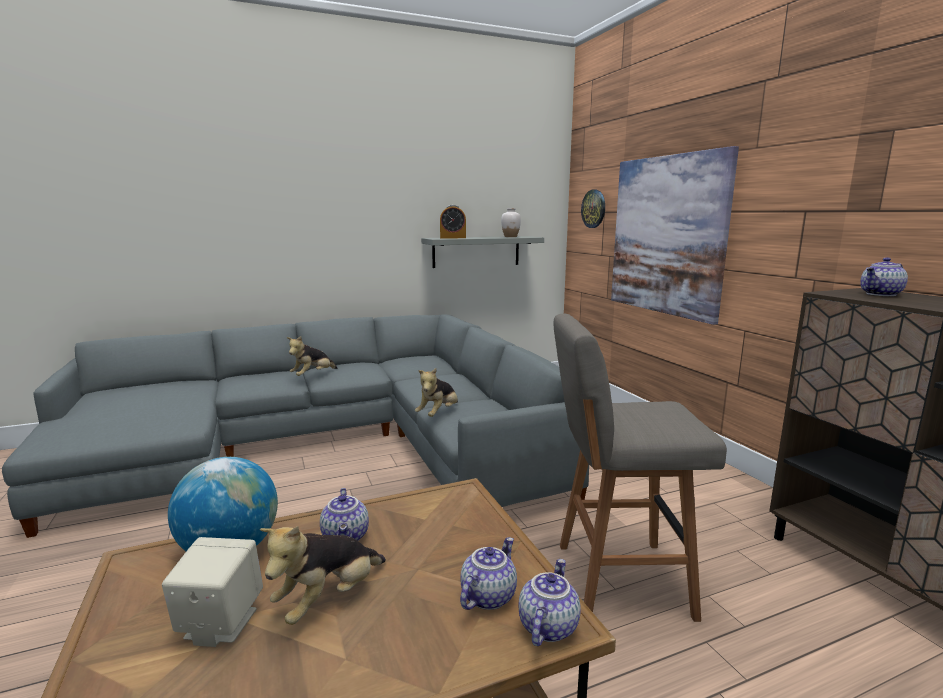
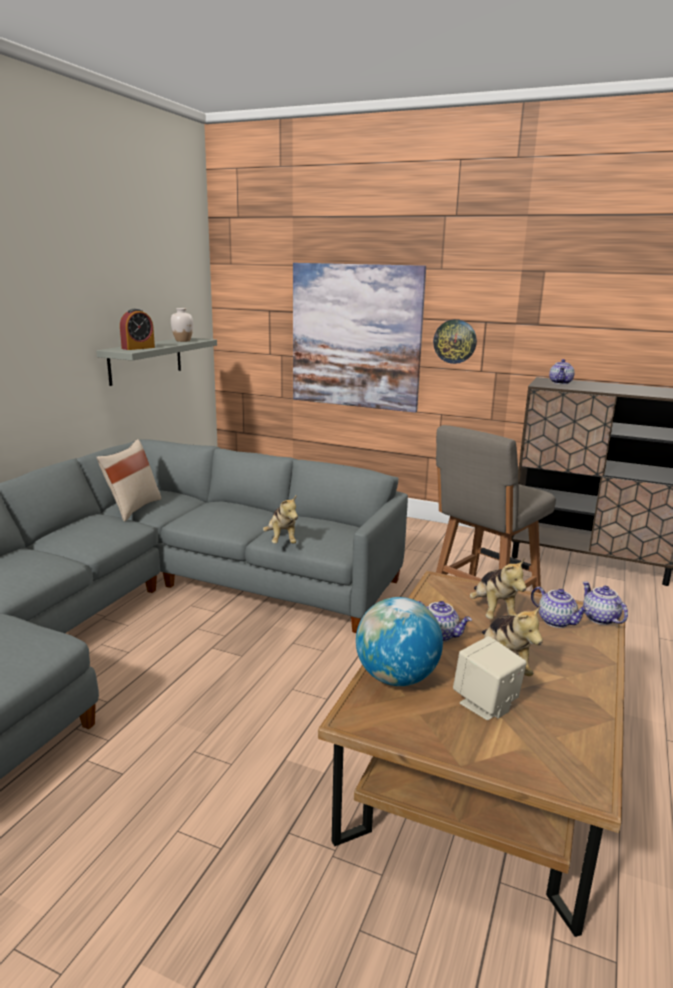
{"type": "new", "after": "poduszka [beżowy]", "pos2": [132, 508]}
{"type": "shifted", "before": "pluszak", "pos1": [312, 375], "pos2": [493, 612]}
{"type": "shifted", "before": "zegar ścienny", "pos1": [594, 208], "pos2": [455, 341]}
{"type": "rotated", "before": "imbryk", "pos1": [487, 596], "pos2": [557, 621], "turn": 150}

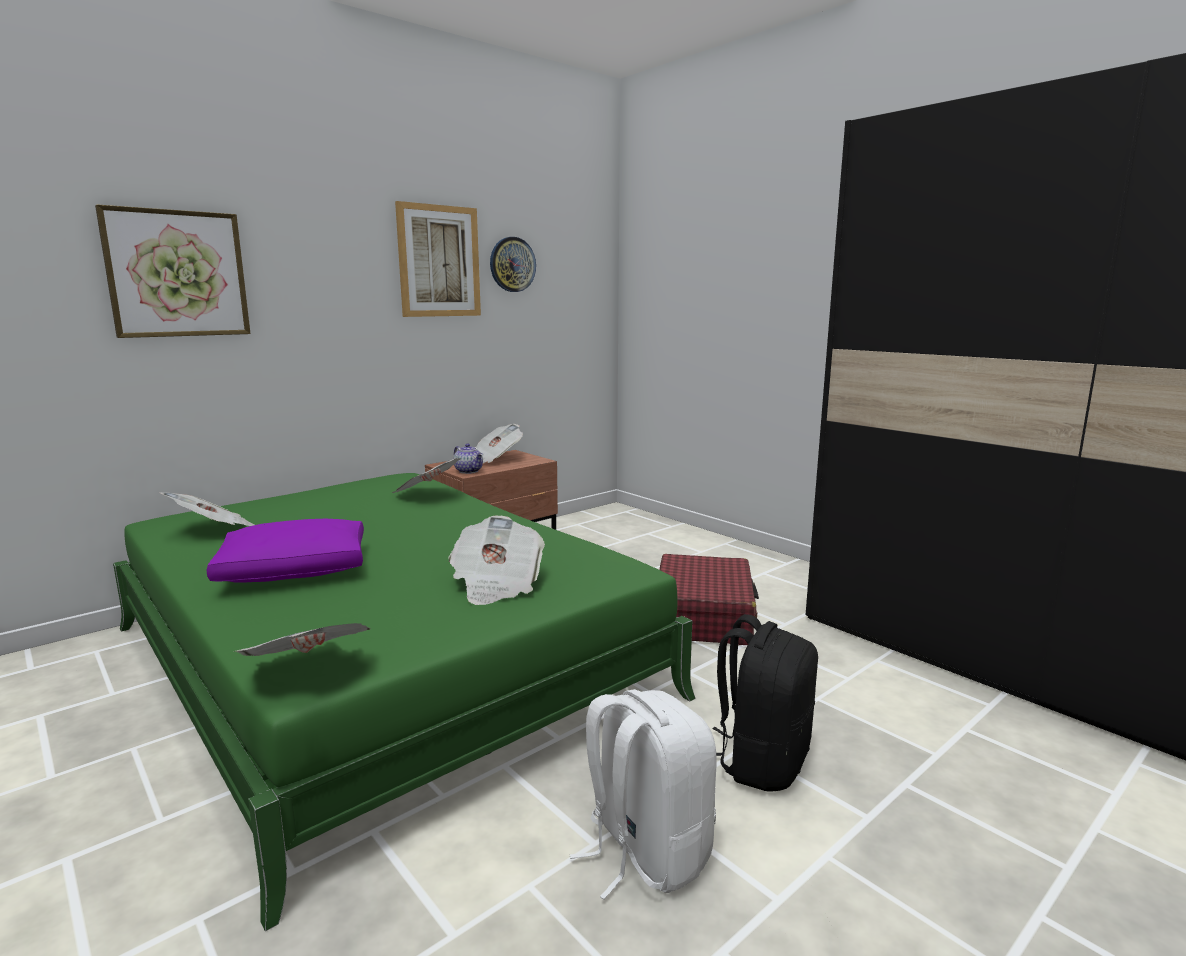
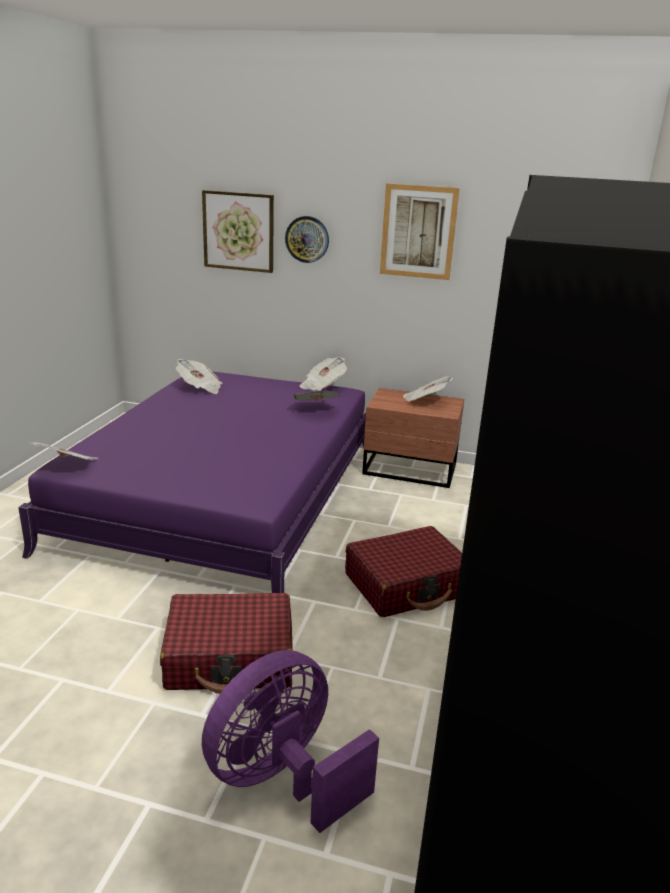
{"type": "gone", "before": "poduszka [fioletowy]", "pos1": [296, 570]}
{"type": "gone", "before": "imbryk", "pos1": [469, 471]}
{"type": "gone", "before": "plecak [biały]", "pos1": [644, 852]}
{"type": "new", "after": "wentylator [fioletowy]", "pos2": [282, 778]}
{"type": "shifted", "before": "gazeta", "pos1": [496, 584], "pos2": [322, 386]}
{"type": "shifted", "before": "zegar ścienny", "pos1": [512, 264], "pos2": [307, 239]}
{"type": "swapped", "before": "plecak [czarny]", "after": "walizka [czerwony]", "pos1": [761, 761], "pos2": [230, 657]}
{"type": "repainted", "before": "łóżko [zielony]", "after": "łóżko [fioletowy]", "pos1": [380, 660], "pos2": [225, 496]}

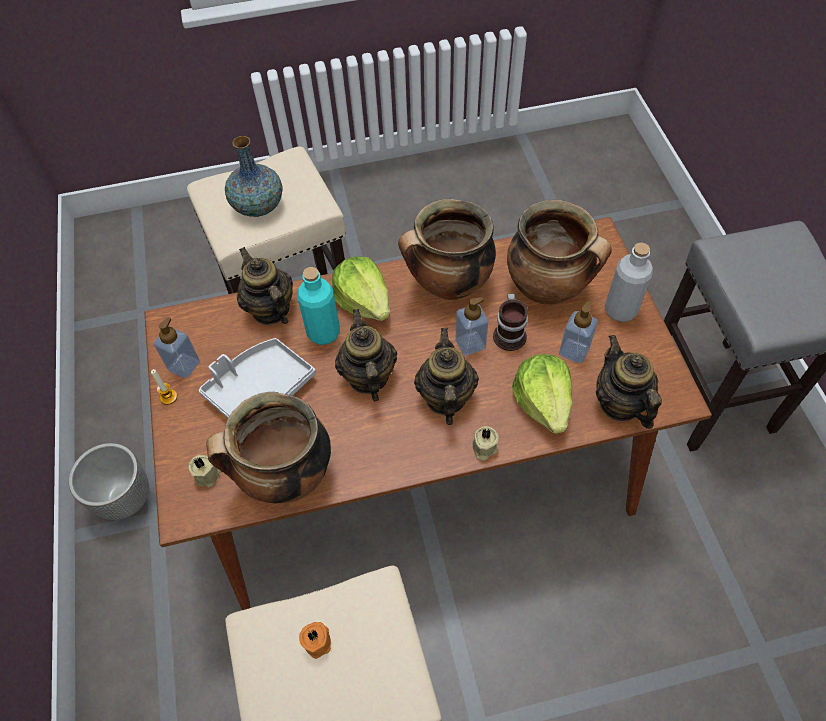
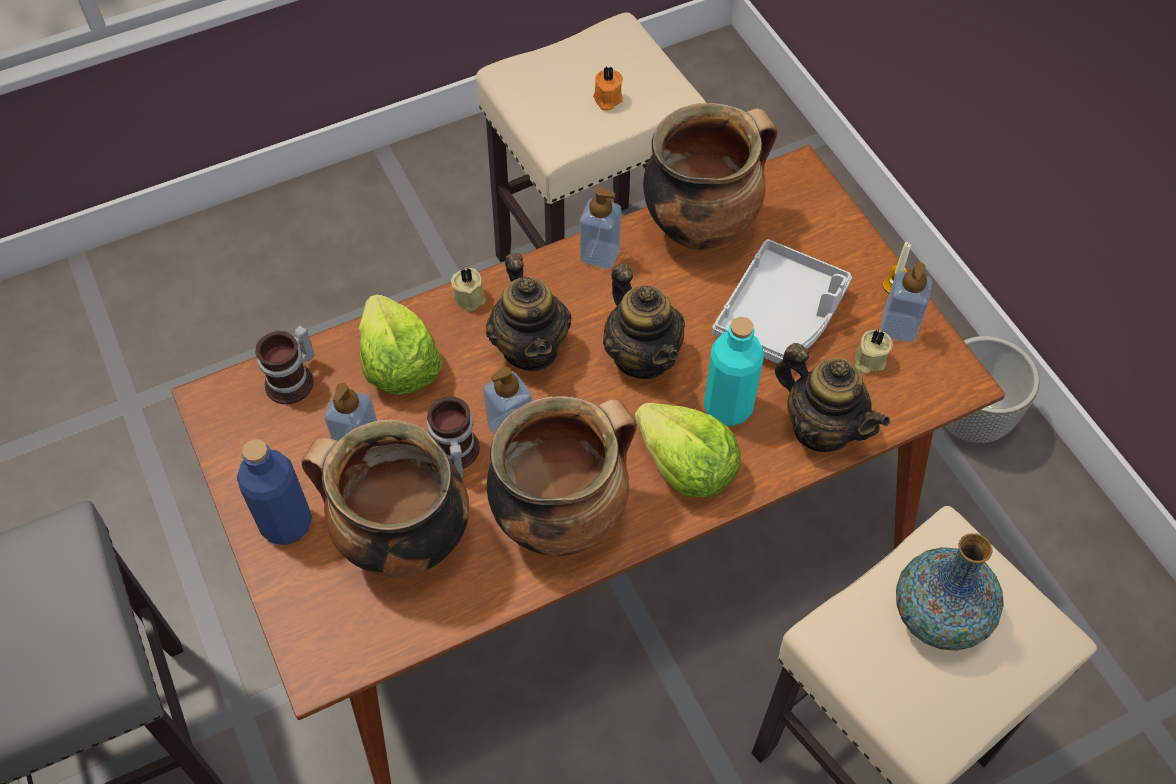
{"type": "new", "after": "dozownik mydła", "pos2": [600, 255]}
{"type": "shifted", "before": "świeca [beżowy]", "pos1": [208, 475], "pos2": [868, 360]}
{"type": "swapped", "before": "imbryk", "after": "kubek", "pos1": [620, 403], "pos2": [294, 381]}
{"type": "repainted", "before": "butelka [szary]", "after": "butelka [niebieski]", "pos1": [620, 310], "pos2": [286, 523]}

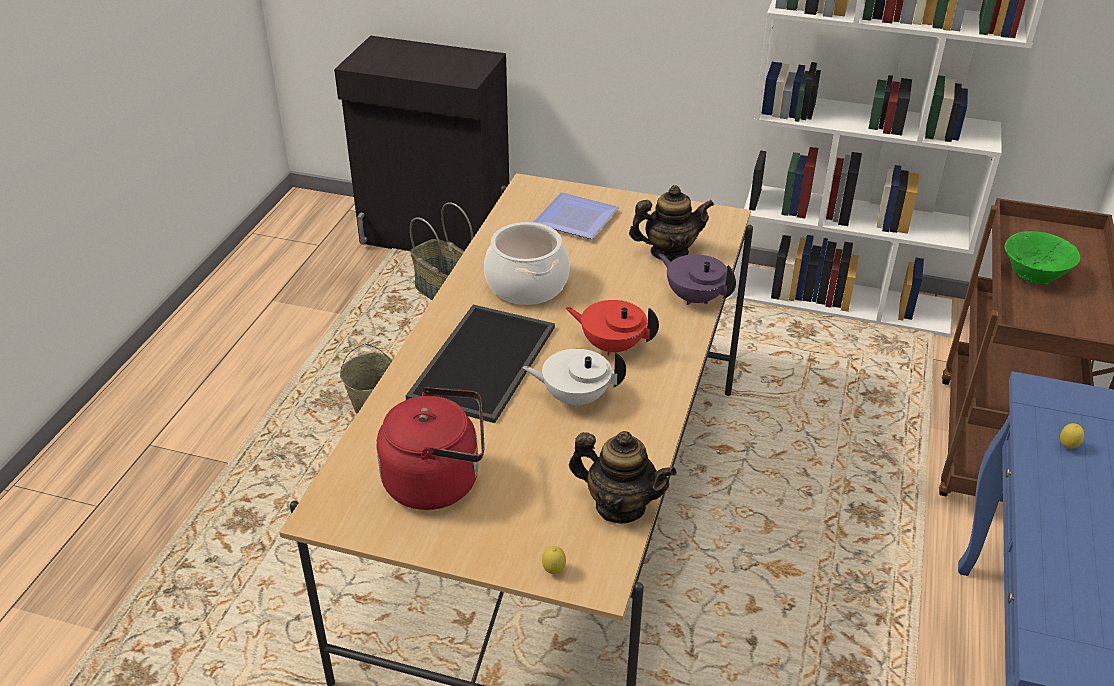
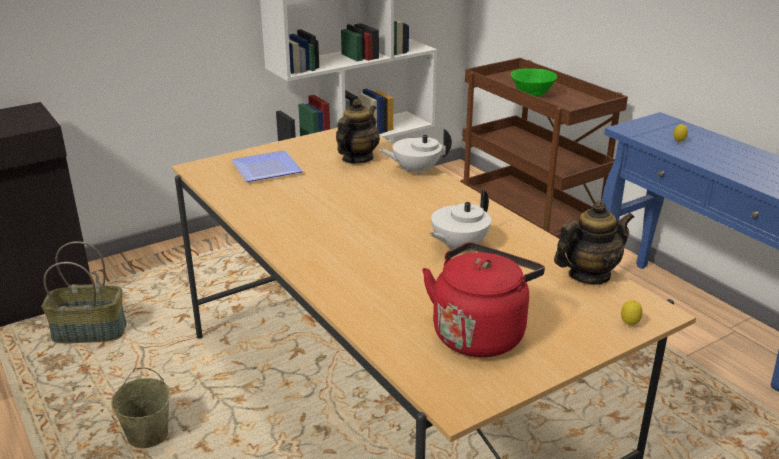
{"type": "gone", "before": "taca", "pos1": [485, 364]}
{"type": "gone", "before": "garnek", "pos1": [527, 285]}
{"type": "gone", "before": "imbryk [czerwony]", "pos1": [612, 345]}
{"type": "repainted", "before": "imbryk [fioletowy]", "after": "imbryk [biały]", "pos1": [694, 297], "pos2": [415, 170]}

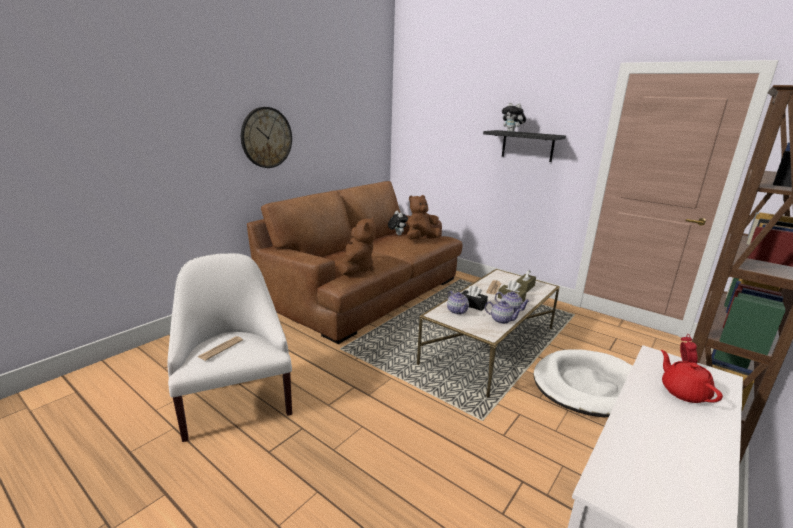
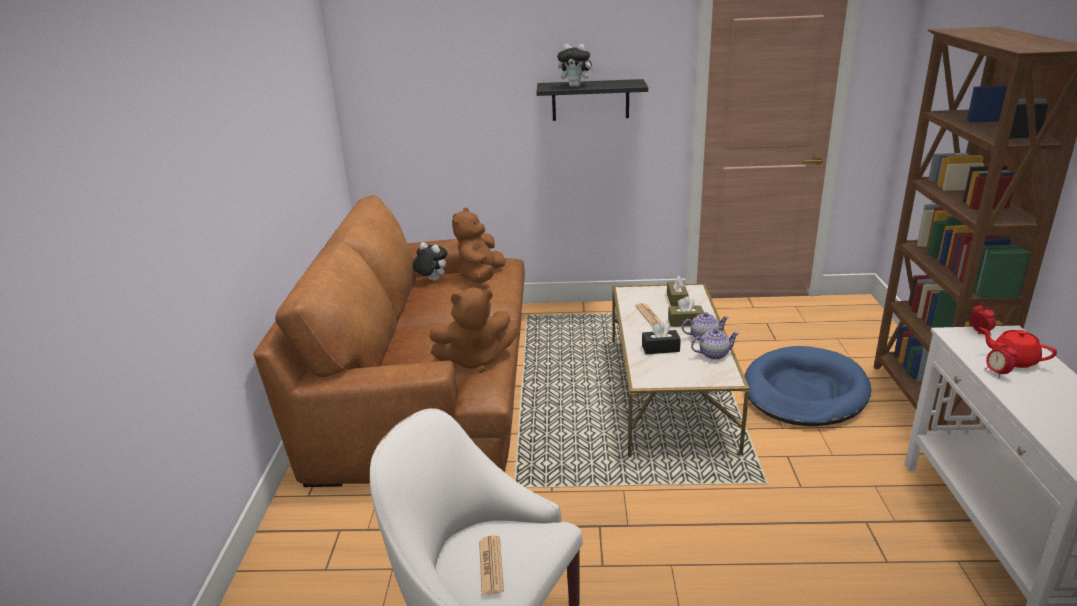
{"type": "gone", "before": "zegar ścienny", "pos1": [266, 137]}
{"type": "gone", "before": "imbryk", "pos1": [457, 311]}
{"type": "new", "after": "budzik", "pos2": [997, 373]}
{"type": "repainted", "before": "legowisko [biały]", "after": "legowisko [niebieski]", "pos1": [588, 386], "pos2": [804, 392]}
{"type": "rotated", "before": "pluszak [brązowy]", "pos1": [356, 269], "pos2": [475, 360], "turn": 105}

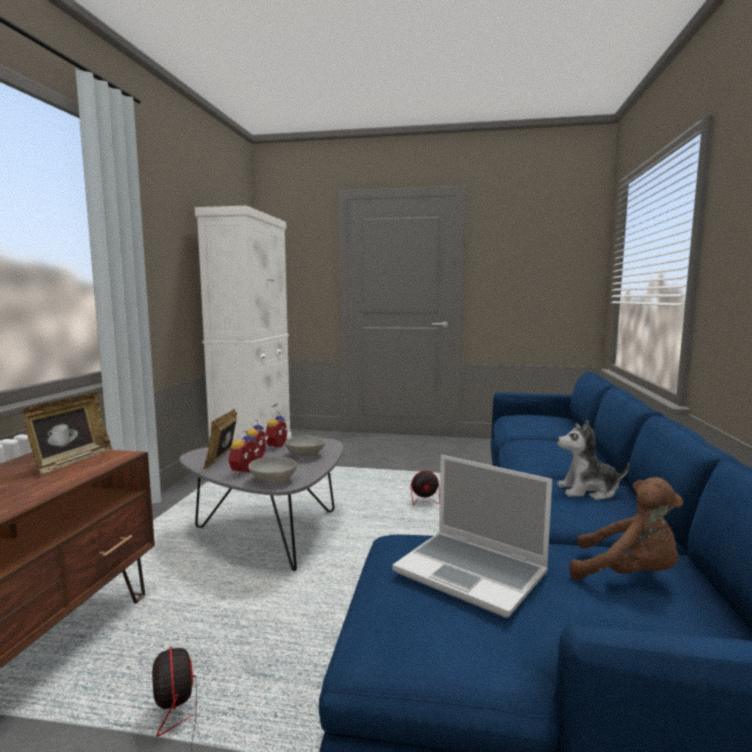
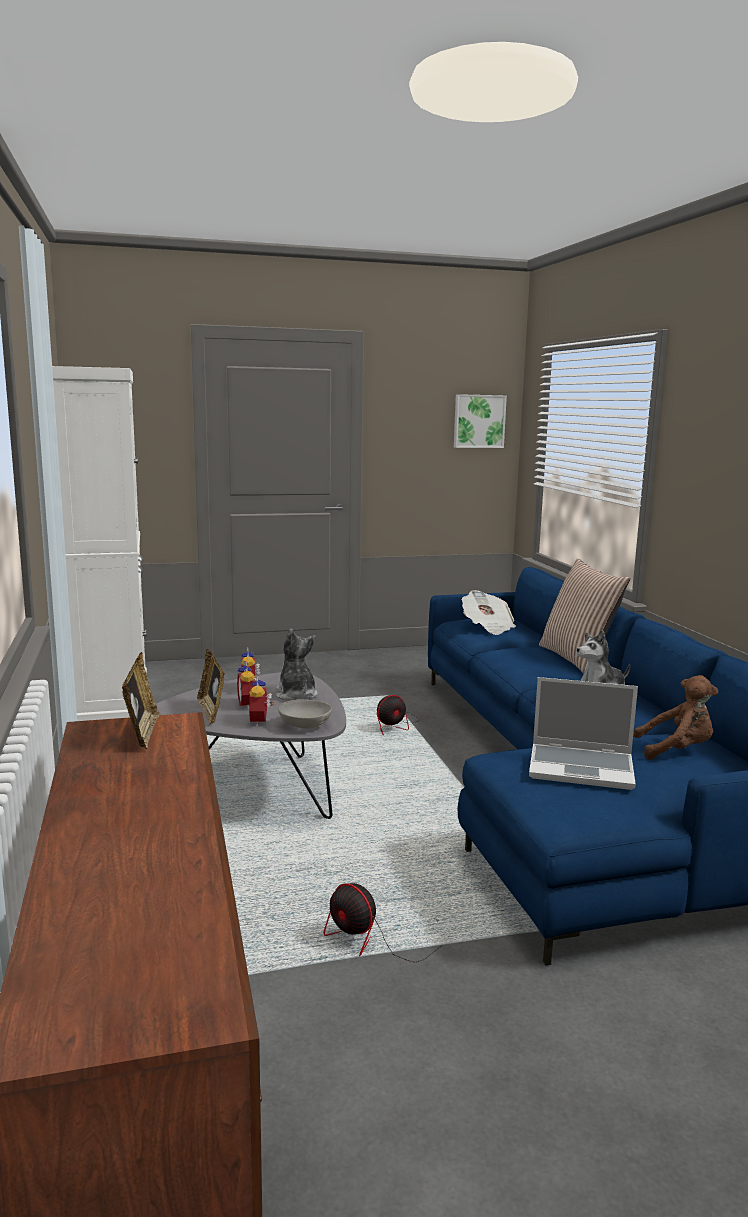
{"type": "new", "after": "obraz", "pos2": [478, 421]}
{"type": "new", "after": "gazeta", "pos2": [487, 627]}
{"type": "new", "after": "poduszka", "pos2": [577, 659]}
{"type": "swapped", "before": "miska [szary]", "after": "pluszak", "pos1": [305, 455], "pos2": [296, 694]}

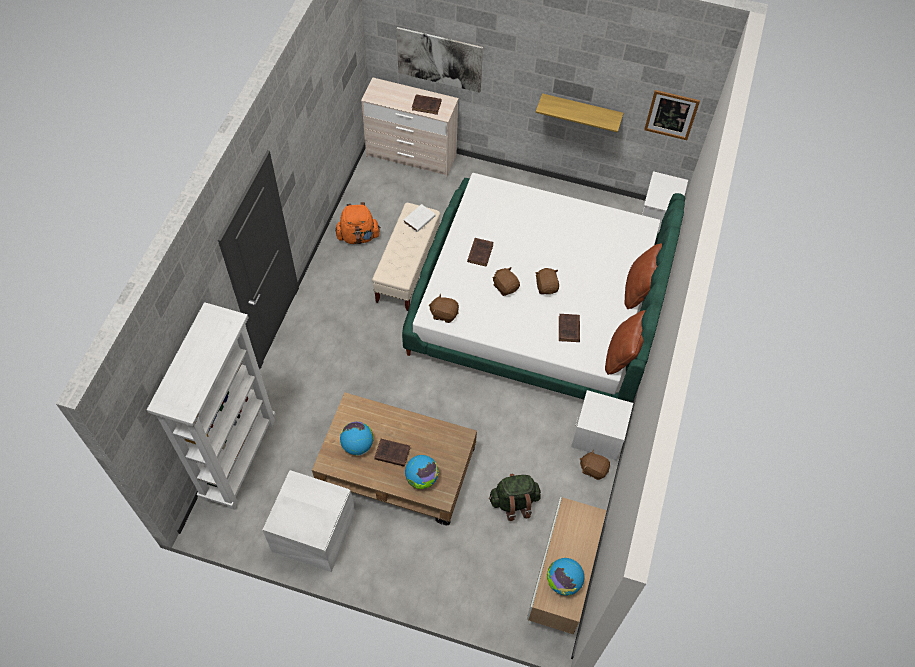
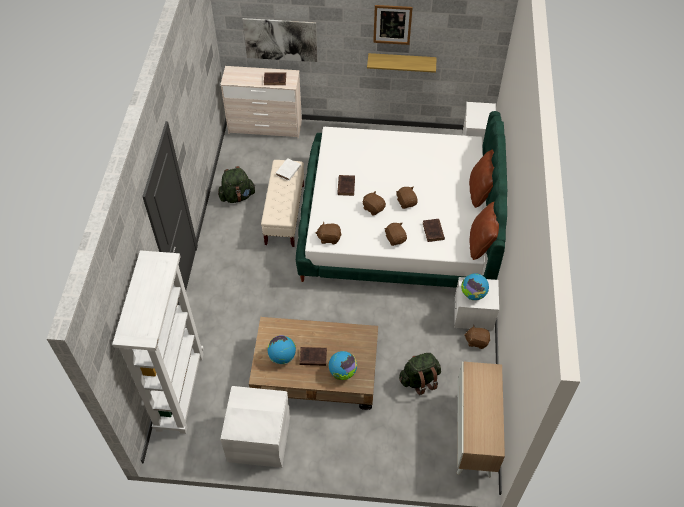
{"type": "new", "after": "pluszak [brązowy]", "pos2": [395, 239]}
{"type": "shifted", "before": "globus", "pos1": [563, 582], "pos2": [473, 294]}
{"type": "shifted", "before": "obraz", "pos1": [671, 114], "pos2": [392, 24]}
{"type": "repainted", "before": "plecak [pomarańczowy]", "after": "plecak [zielony]", "pos1": [358, 236], "pos2": [237, 196]}

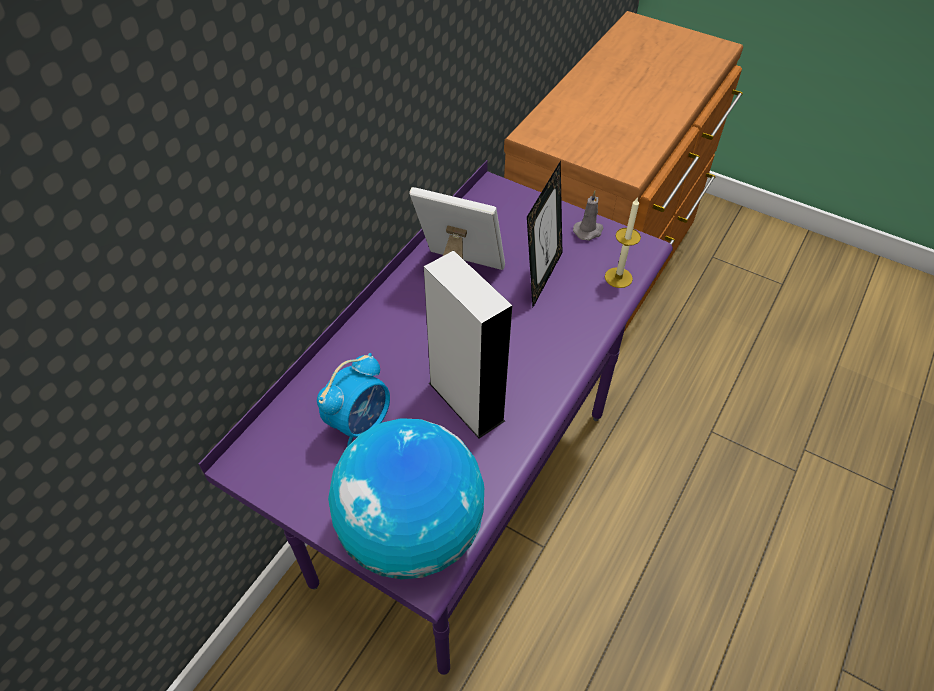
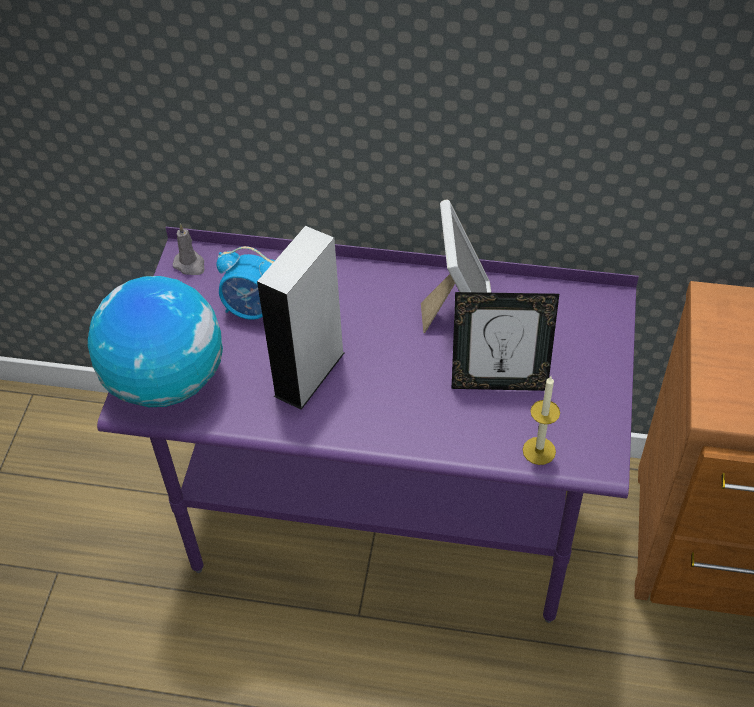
{"type": "shifted", "before": "świeca [szary]", "pos1": [588, 231], "pos2": [190, 265]}

